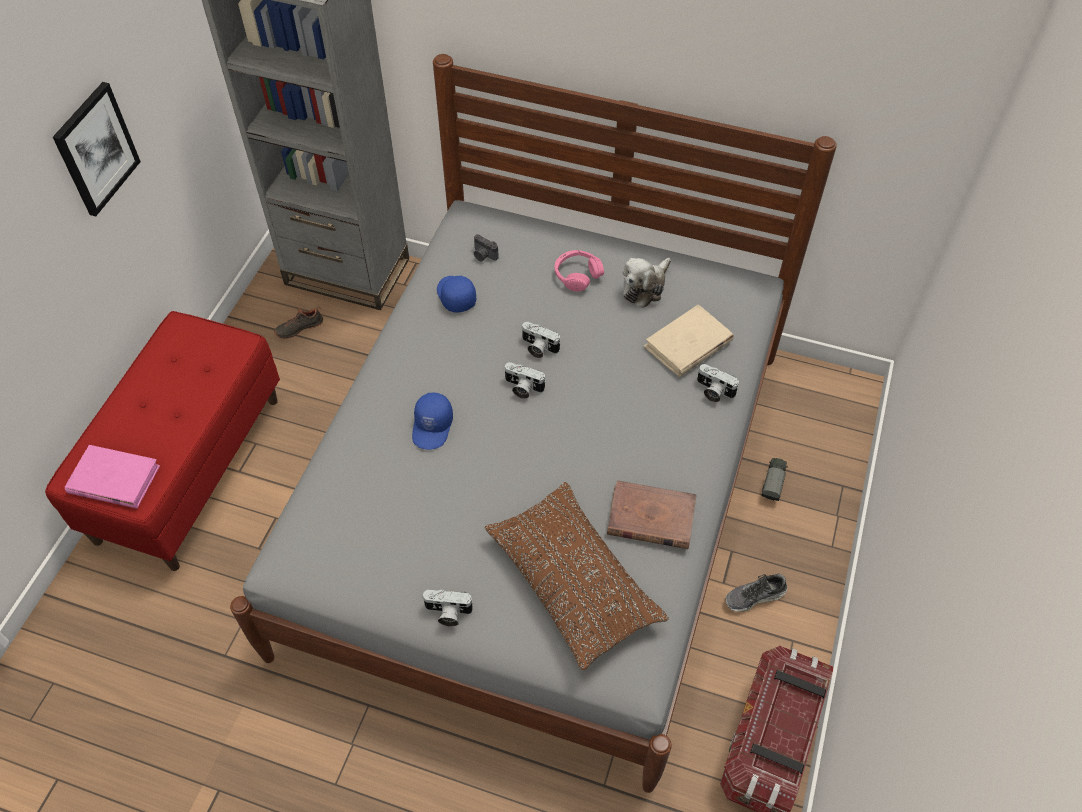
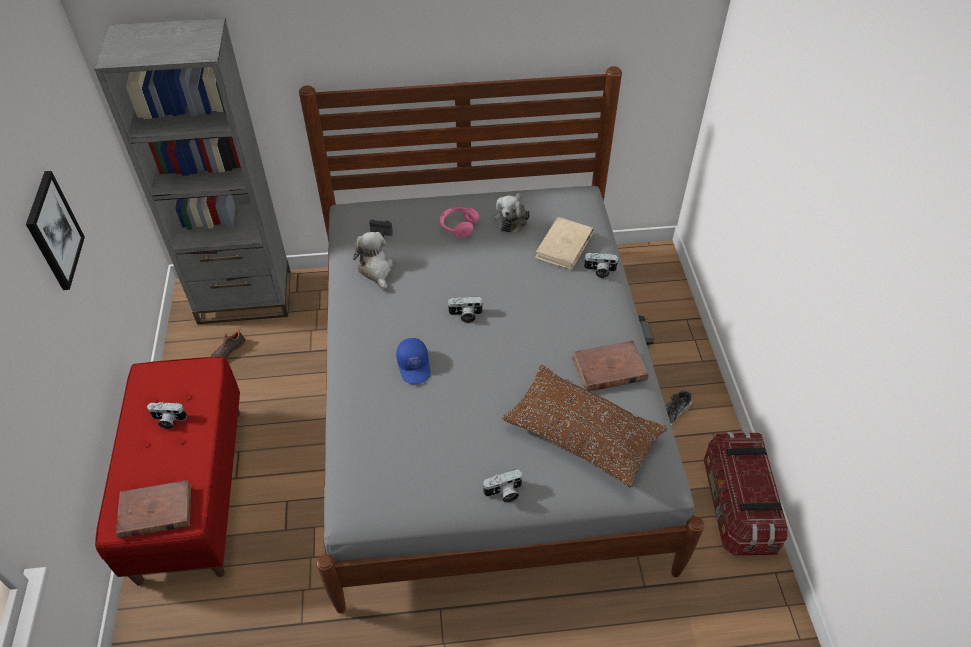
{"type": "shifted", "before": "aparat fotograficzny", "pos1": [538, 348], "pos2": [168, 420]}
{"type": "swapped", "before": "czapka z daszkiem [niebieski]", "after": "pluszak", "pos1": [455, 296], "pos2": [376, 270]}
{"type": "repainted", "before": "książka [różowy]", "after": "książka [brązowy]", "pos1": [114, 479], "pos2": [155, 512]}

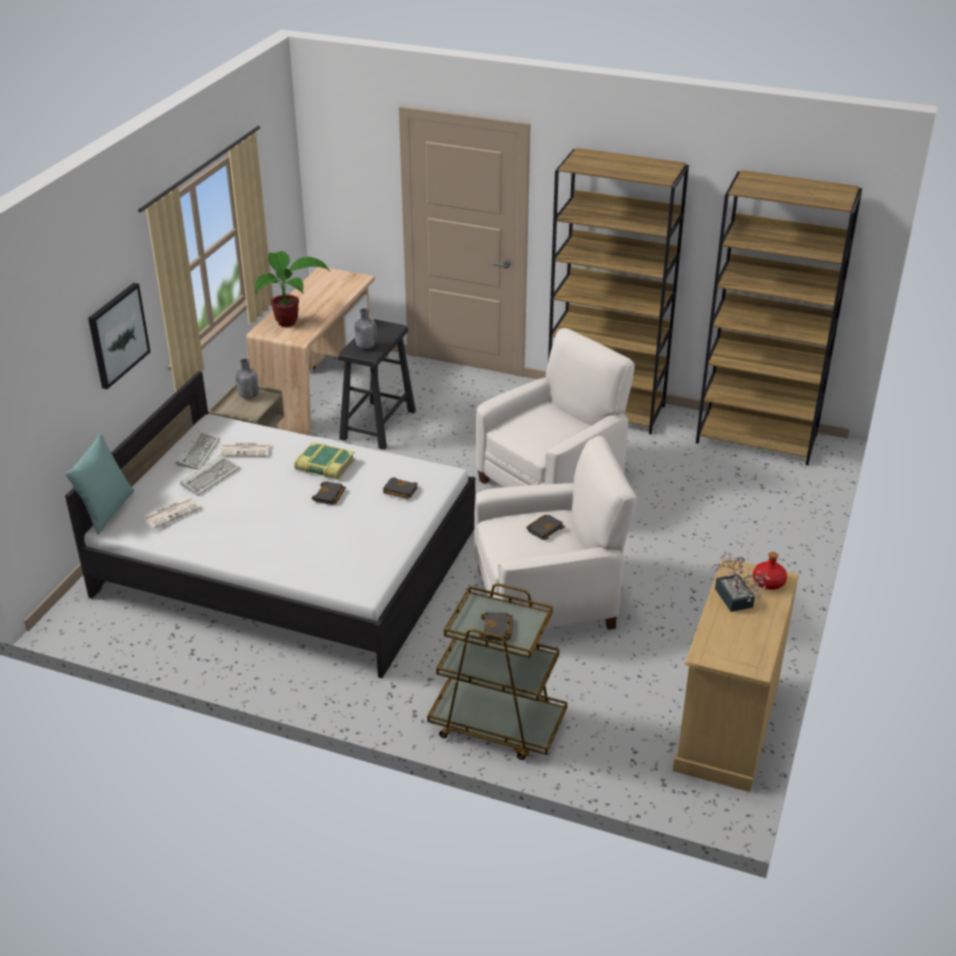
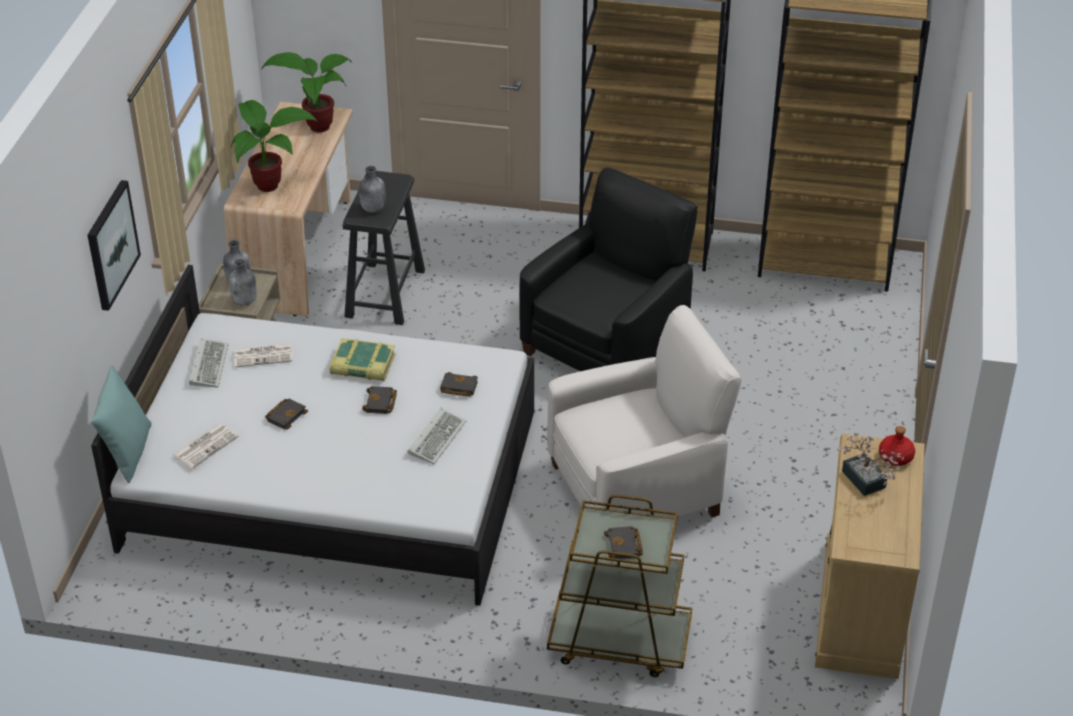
{"type": "new", "after": "butelka [szary]", "pos2": [245, 301]}
{"type": "new", "after": "roślina doniczkowa", "pos2": [315, 127]}
{"type": "shifted", "before": "klawiatura", "pos1": [210, 476], "pos2": [437, 437]}
{"type": "shifted", "before": "książka [czarny]", "pos1": [545, 528], "pos2": [286, 415]}
{"type": "repainted", "before": "fotel [biały]", "after": "fotel [czarny]", "pos1": [552, 482], "pos2": [607, 345]}

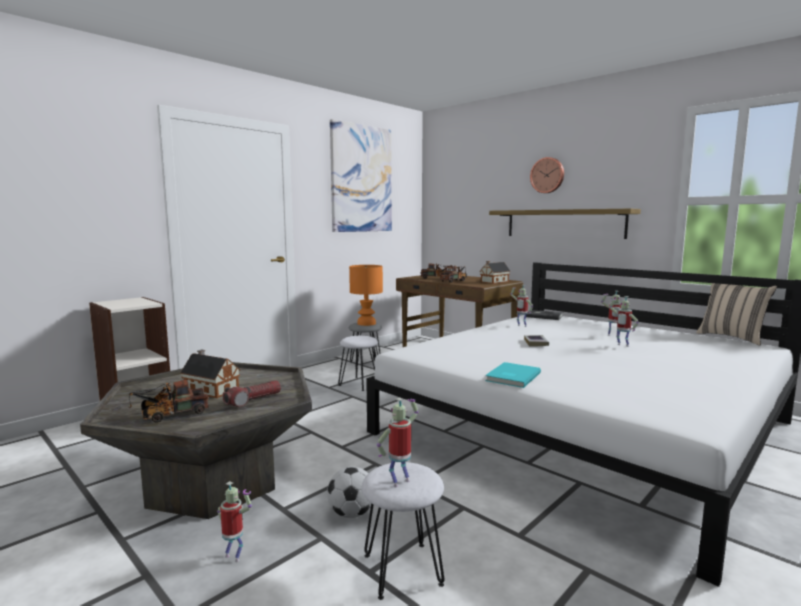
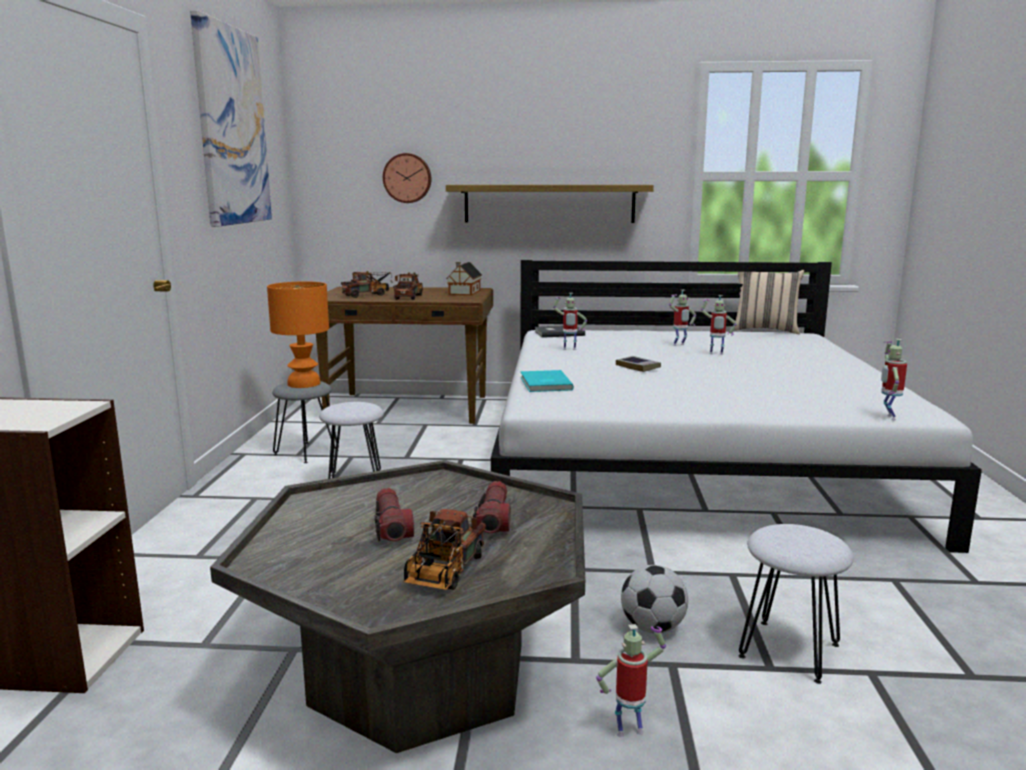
{"type": "shifted", "before": "robot zabawkowy", "pos1": [400, 481], "pos2": [888, 417]}
{"type": "shifted", "before": "książka [turkusowy]", "pos1": [511, 377], "pos2": [544, 384]}
{"type": "shifted", "before": "zegar ścienny", "pos1": [547, 175], "pos2": [407, 178]}
{"type": "swapped", "before": "domek", "after": "latarka", "pos1": [211, 389], "pos2": [391, 526]}

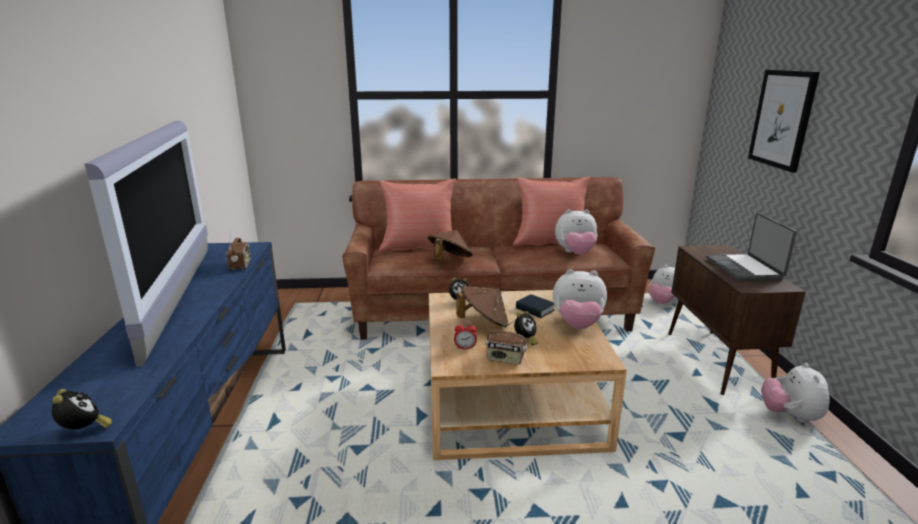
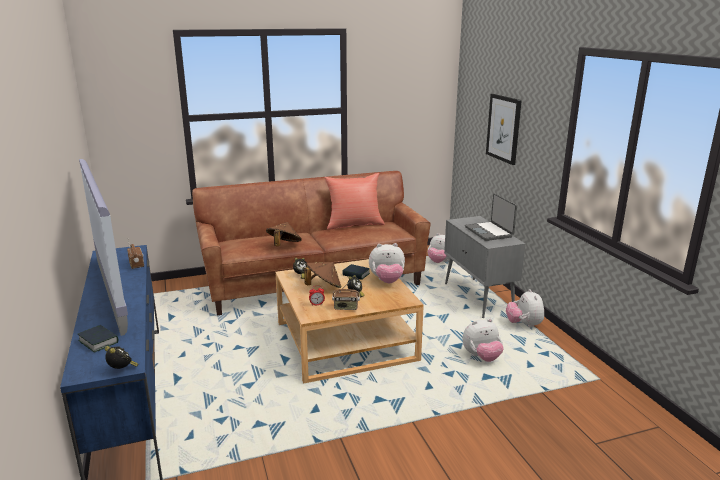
{"type": "gone", "before": "poduszka [czerwony]", "pos1": [419, 247]}
{"type": "new", "after": "książka", "pos2": [98, 342]}
{"type": "shifted", "before": "pluszak", "pos1": [575, 253], "pos2": [481, 357]}
{"type": "repainted", "before": "szafka [brązowy]", "after": "szafka [szary]", "pos1": [717, 362], "pos2": [478, 298]}

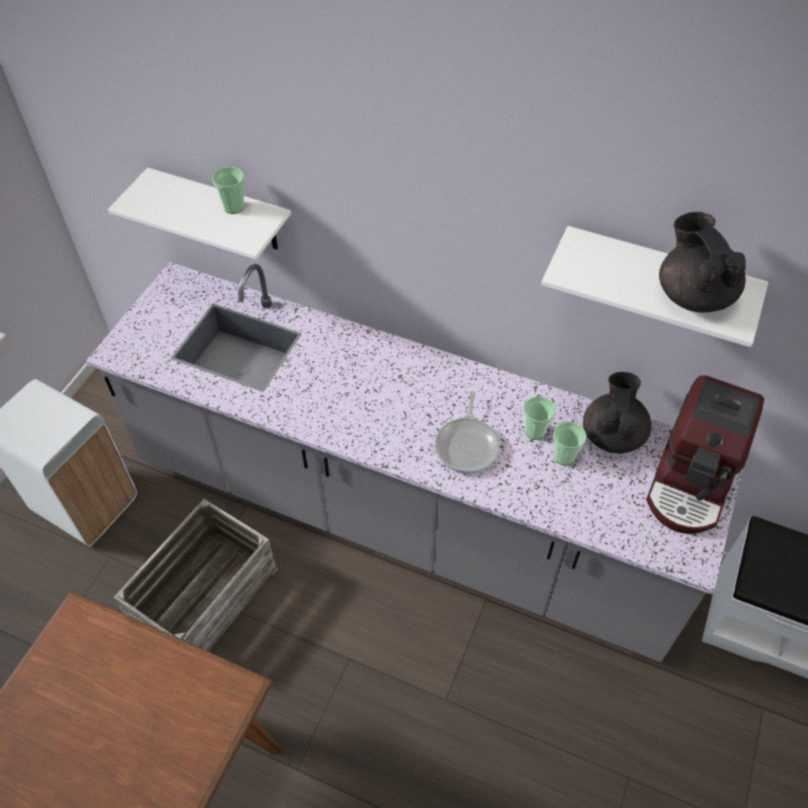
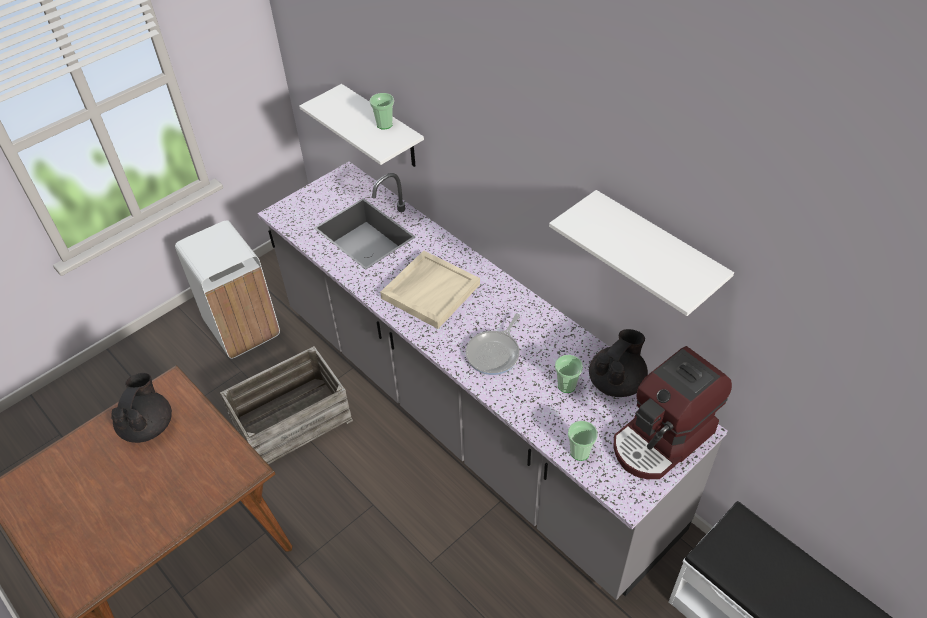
{"type": "new", "after": "taca [beżowy]", "pos2": [430, 291]}
{"type": "shifted", "before": "filiżanka", "pos1": [534, 431], "pos2": [580, 452]}
{"type": "shifted", "before": "imbryk [czarny]", "pos1": [693, 295], "pos2": [148, 426]}

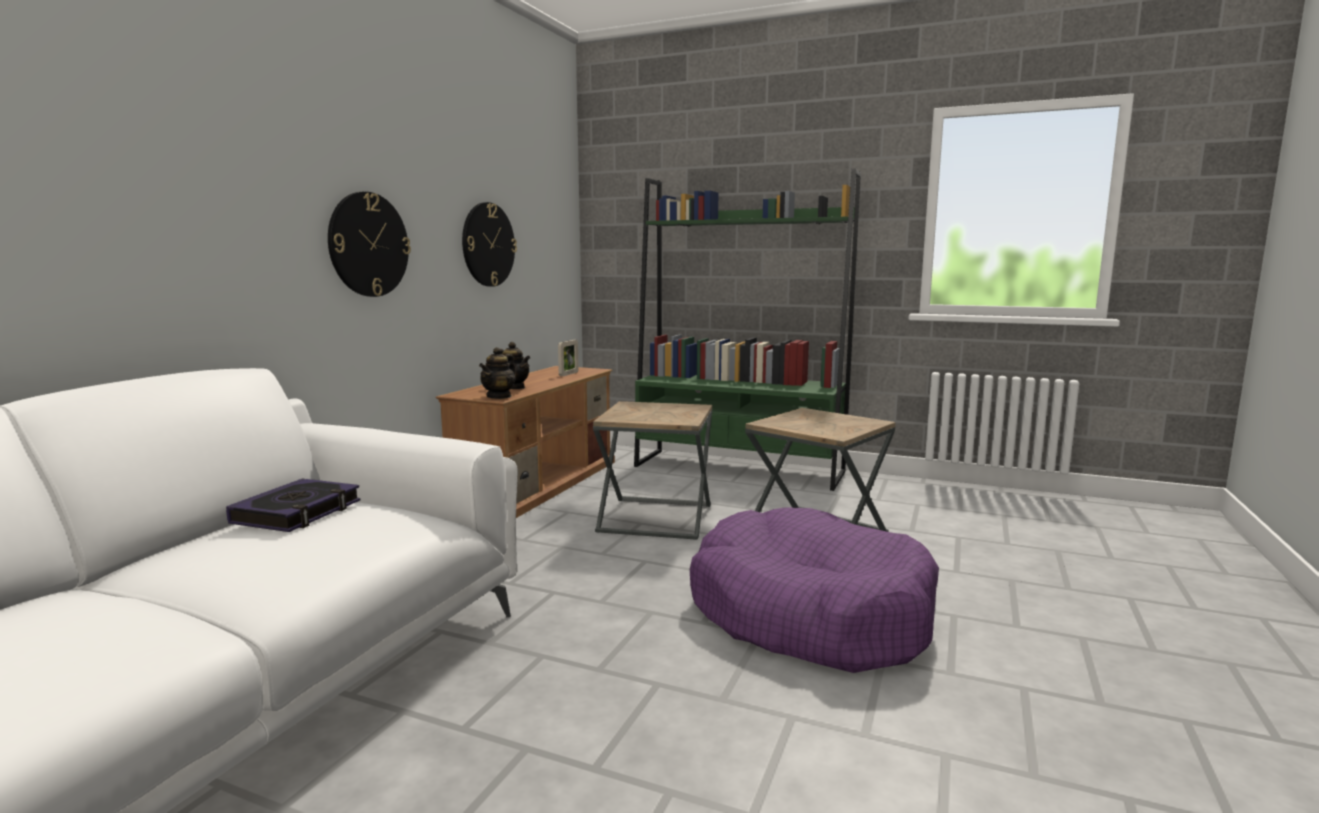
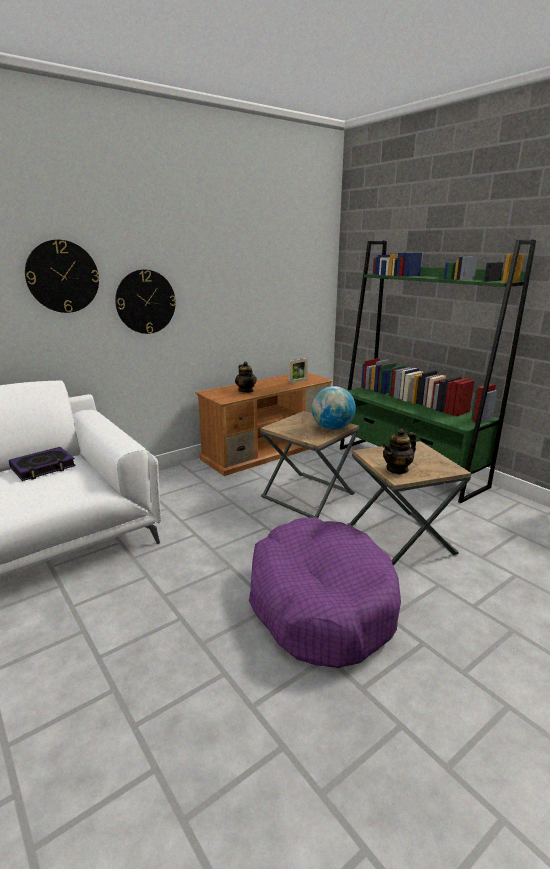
{"type": "new", "after": "globus", "pos2": [332, 428]}
{"type": "shifted", "before": "zegar ścienny", "pos1": [488, 244], "pos2": [62, 276]}
{"type": "shifted", "before": "imbryk", "pos1": [499, 396], "pos2": [397, 469]}

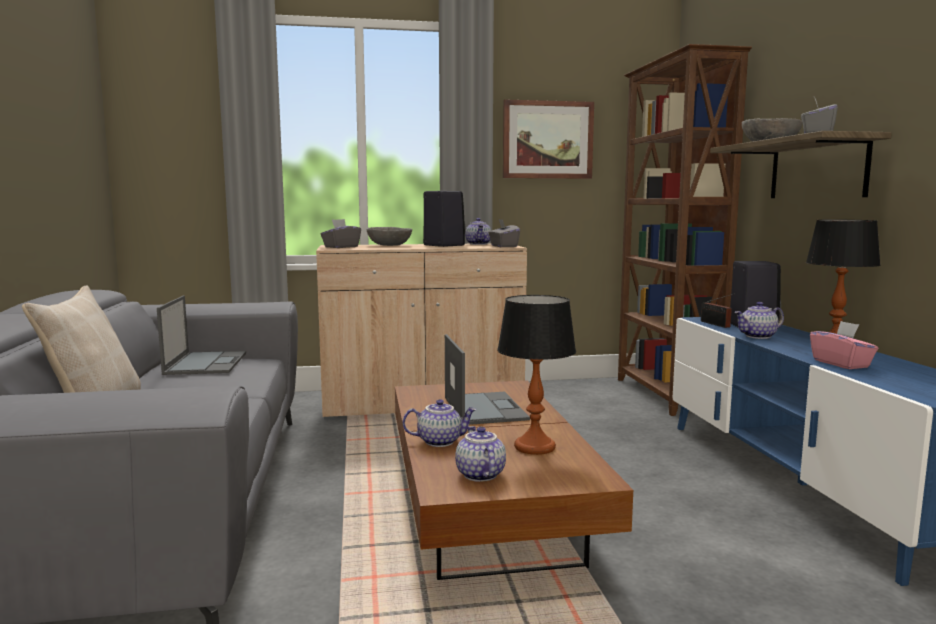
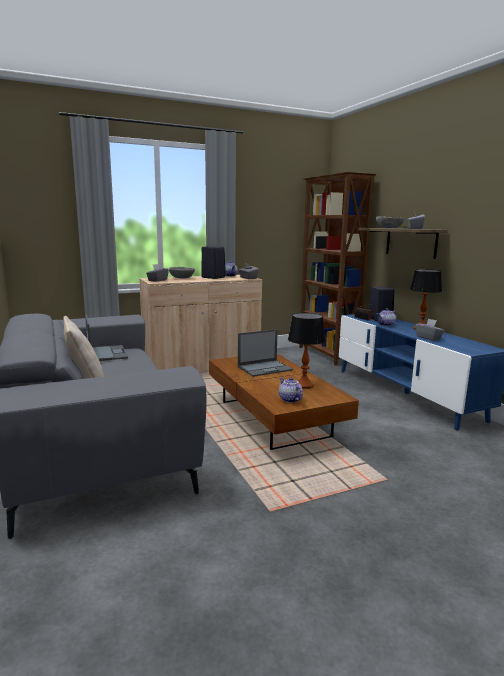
{"type": "gone", "before": "imbryk", "pos1": [440, 441]}
{"type": "gone", "before": "obraz", "pos1": [547, 140]}
{"type": "repainted", "before": "pudełko chusteczek [różowy]", "after": "pudełko chusteczek [szary]", "pos1": [841, 364], "pos2": [428, 338]}
{"type": "rotated", "before": "laptop", "pos1": [484, 408], "pos2": [265, 368], "turn": 90}

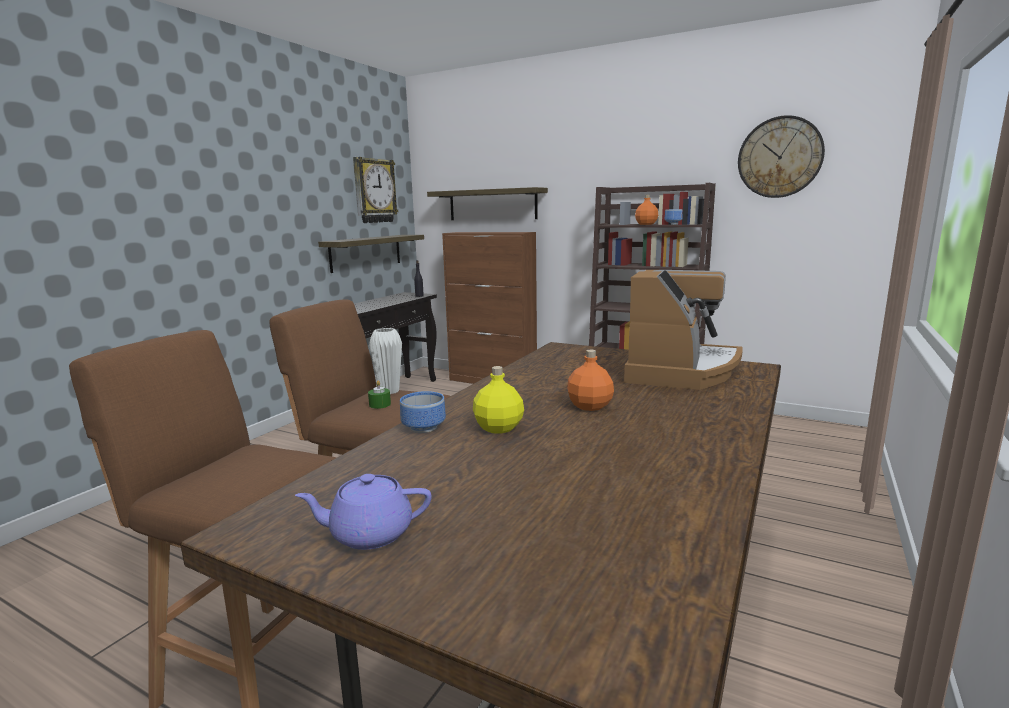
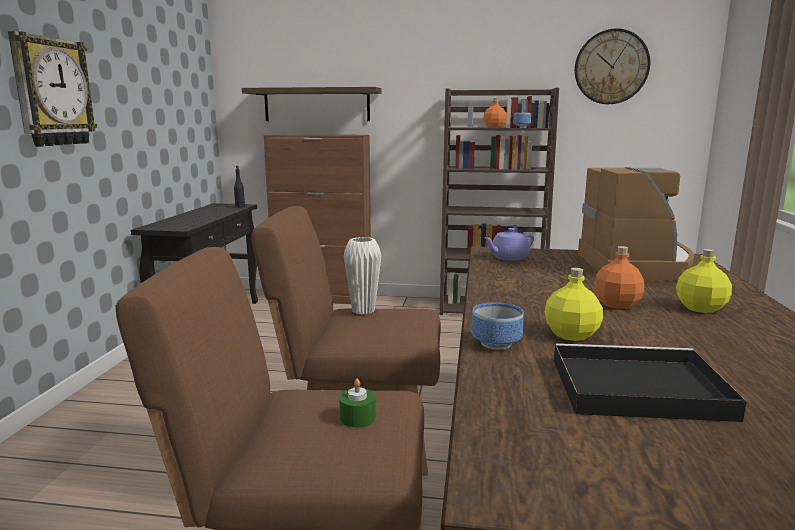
{"type": "gone", "before": "półka", "pos1": [366, 252]}
{"type": "new", "after": "taca [czarny]", "pos2": [634, 388]}
{"type": "new", "after": "butelka [żółty]", "pos2": [700, 308]}
{"type": "shifted", "before": "imbryk [fioletowy]", "pos1": [369, 534], "pos2": [508, 258]}
{"type": "shifted", "before": "zegar ścienny", "pos1": [374, 191], "pos2": [52, 92]}
{"type": "shifted", "before": "świeca [zielony]", "pos1": [380, 404], "pos2": [357, 418]}

